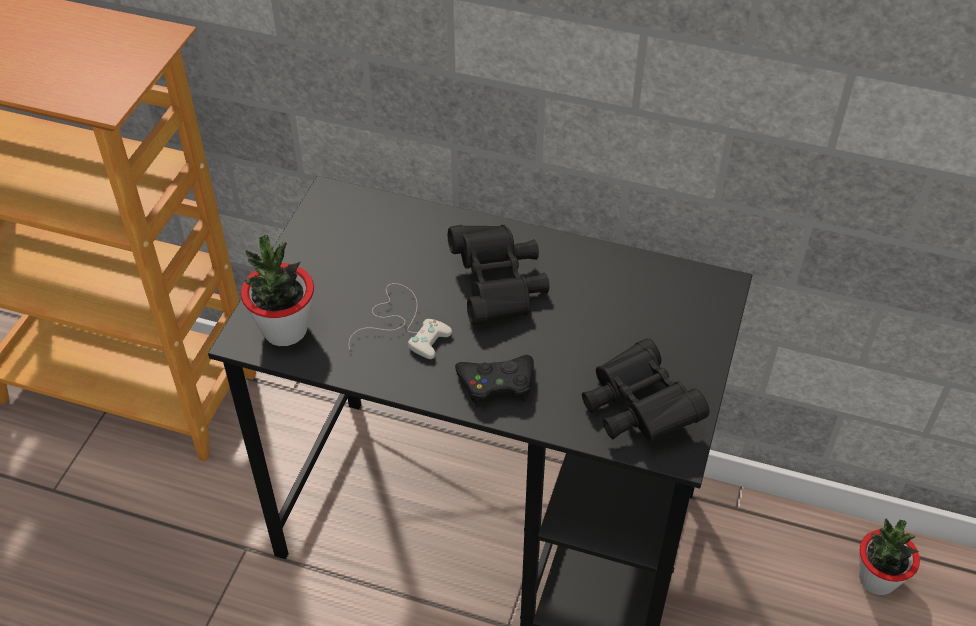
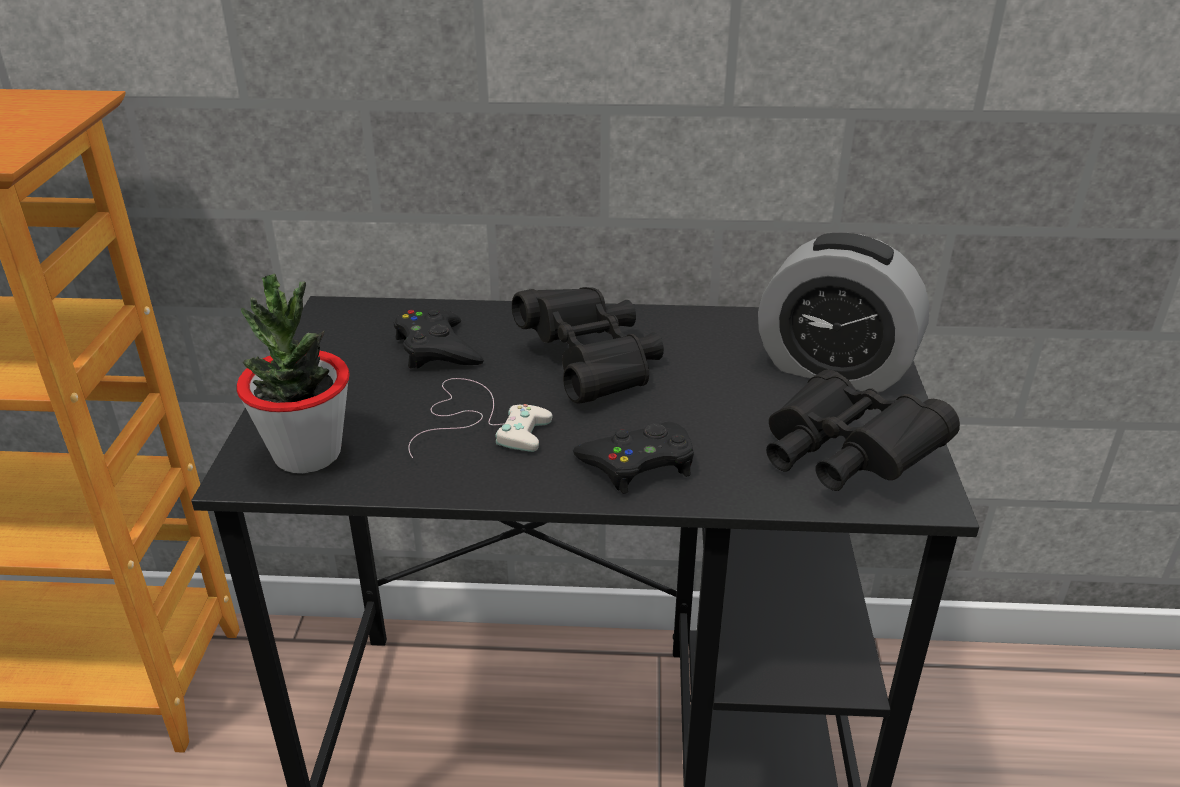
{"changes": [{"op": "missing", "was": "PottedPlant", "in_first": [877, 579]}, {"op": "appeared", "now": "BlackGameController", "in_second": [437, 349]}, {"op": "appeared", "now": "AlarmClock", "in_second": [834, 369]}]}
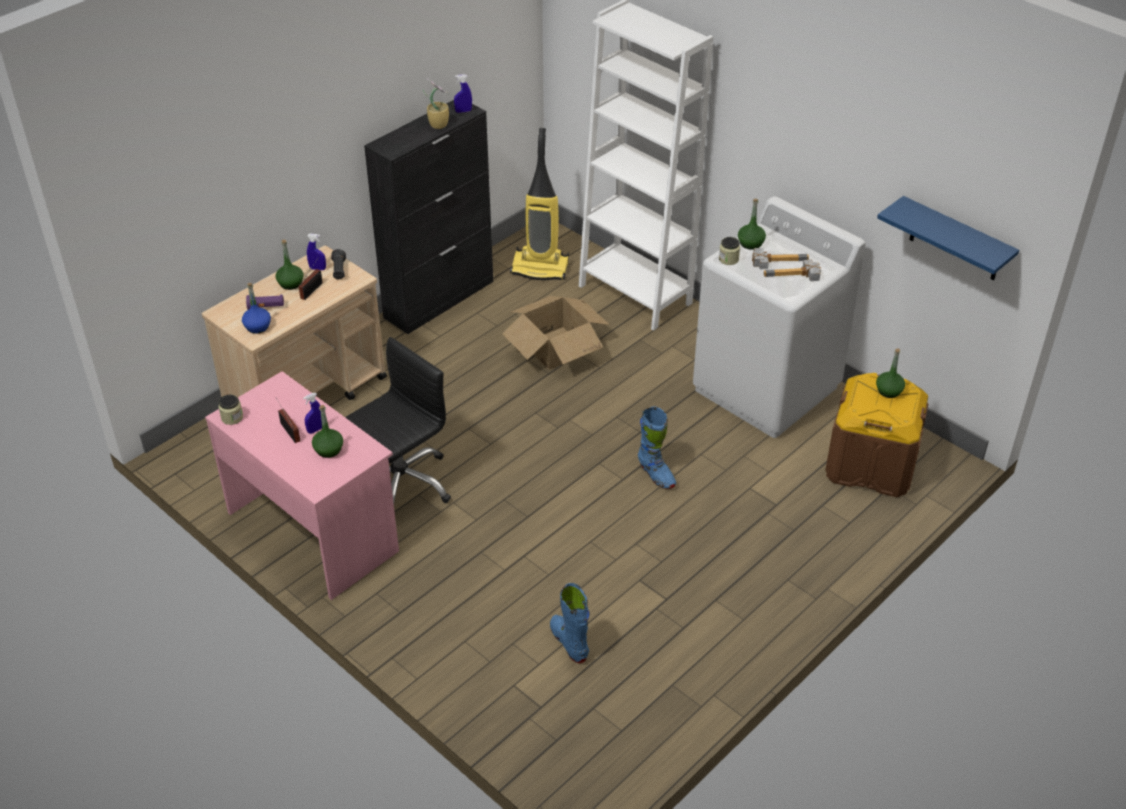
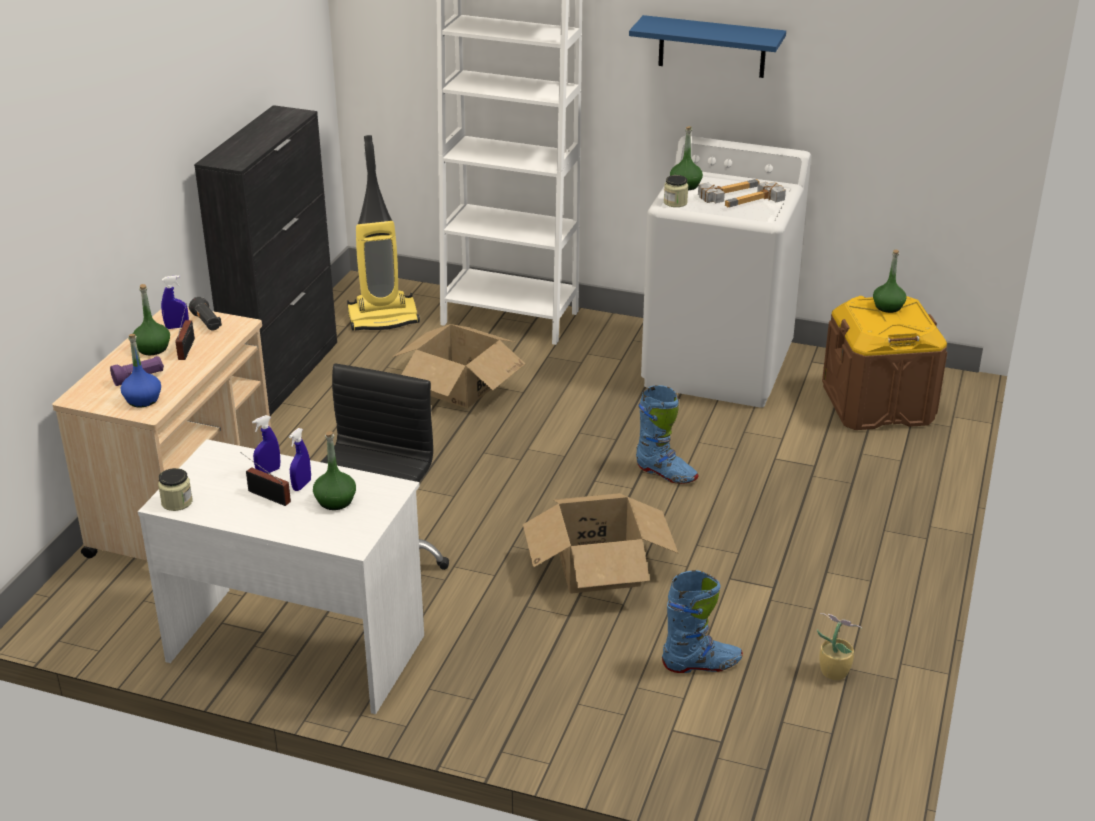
{"changes": [{"op": "appeared", "now": "CardboardBox", "in_second": [598, 567]}, {"op": "relocated", "was": "PottedPlant", "in_first": [438, 124], "in_second": [833, 671]}, {"op": "relocated", "was": "BlueSprayBottle", "in_first": [463, 111], "in_second": [268, 471]}, {"op": "relocated", "was": "BlueShelf", "in_first": [955, 240], "in_second": [712, 47]}, {"op": "colour", "was": "PinkDesk", "now": "WhiteDesk", "in_first": [313, 530], "in_second": [297, 646]}, {"op": "spun", "was": "BlueBoot", "in_first": [569, 642], "in_second": [701, 664], "clockwise": 135}]}
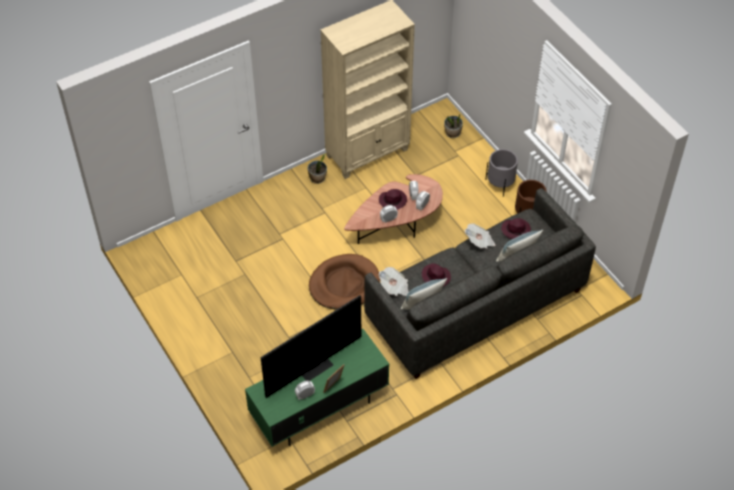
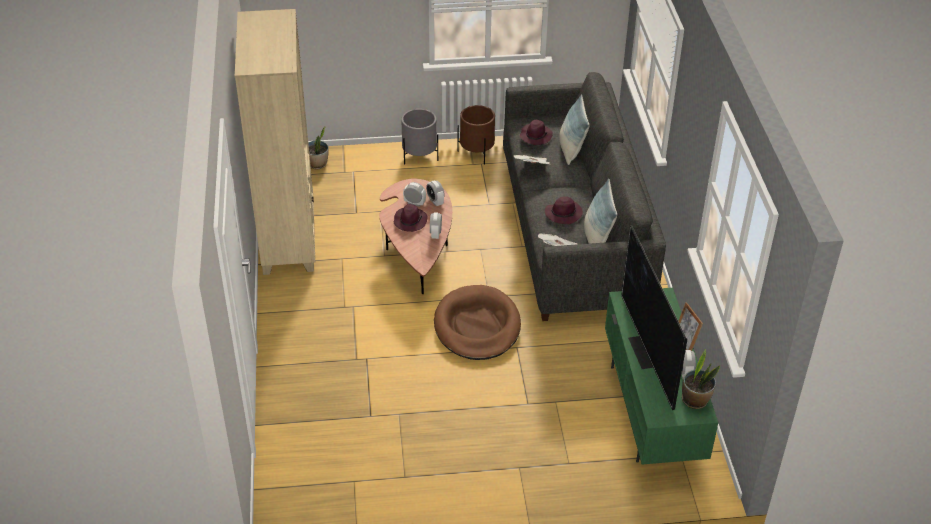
{"changes": [{"op": "relocated", "was": "PottedPlant", "in_first": [317, 178], "in_second": [695, 400]}]}
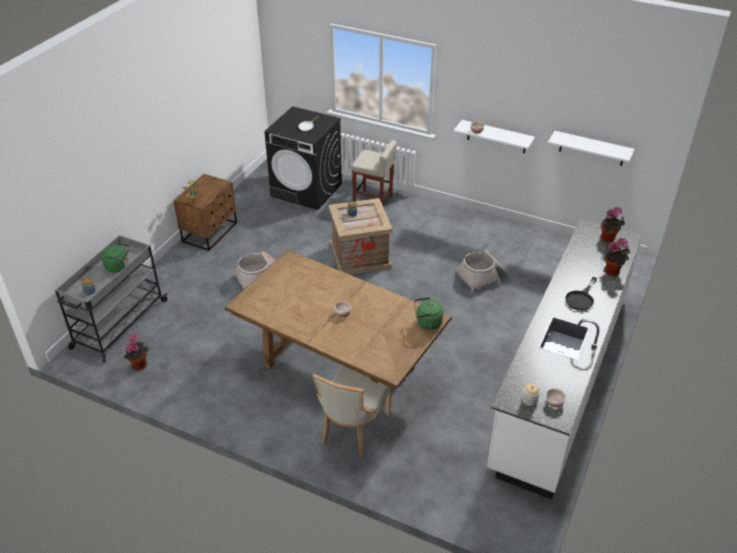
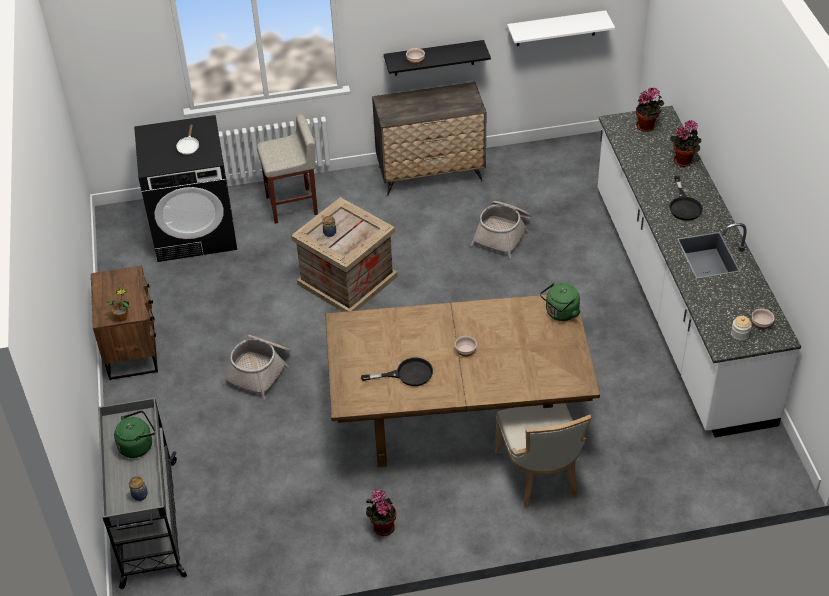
{"changes": [{"op": "appeared", "now": "BlackFryingPan", "in_second": [407, 374]}, {"op": "appeared", "now": "Dresser", "in_second": [431, 174]}, {"op": "relocated", "was": "PottedPlant", "in_first": [139, 364], "in_second": [382, 526]}, {"op": "colour", "was": "WhiteShelf", "now": "BlackShelf", "in_first": [496, 137], "in_second": [434, 58]}]}
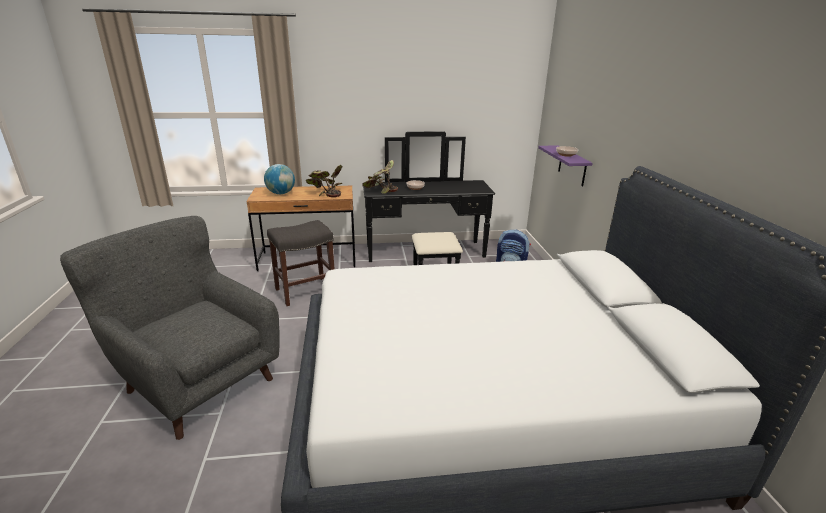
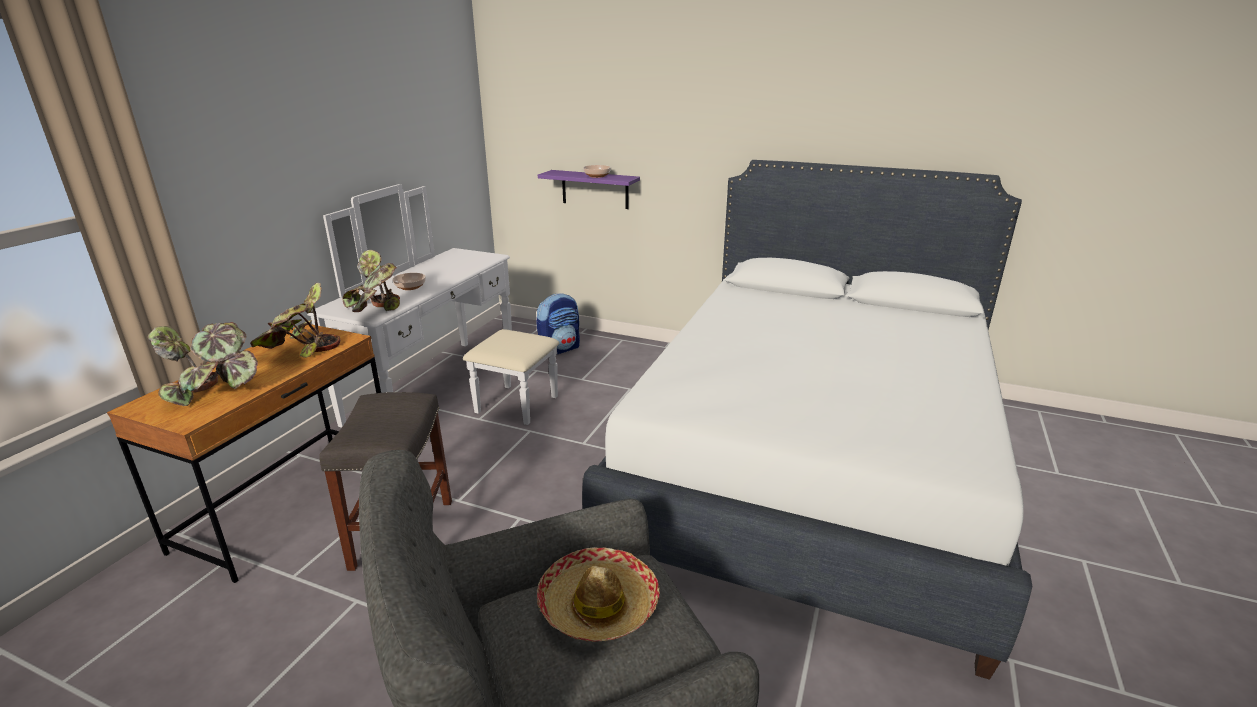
{"changes": [{"op": "appeared", "now": "Hat", "in_second": [598, 605]}, {"op": "exchanged", "was": "Globe", "now": "PottedPlant", "in_first": [281, 193], "in_second": [215, 389]}, {"op": "colour", "was": "BlackDresser", "now": "WhiteDresser", "in_first": [427, 257], "in_second": [453, 389]}]}
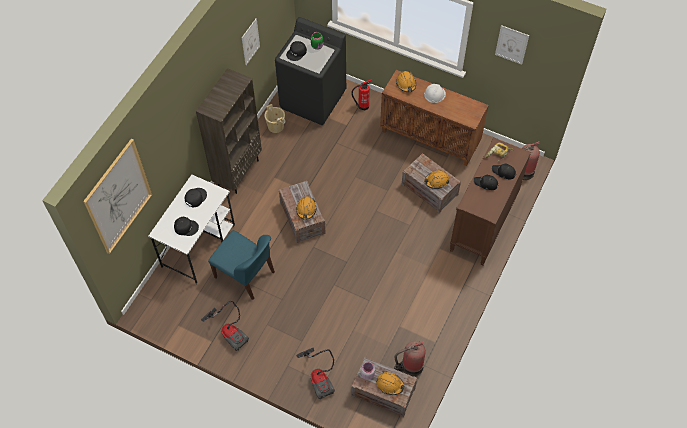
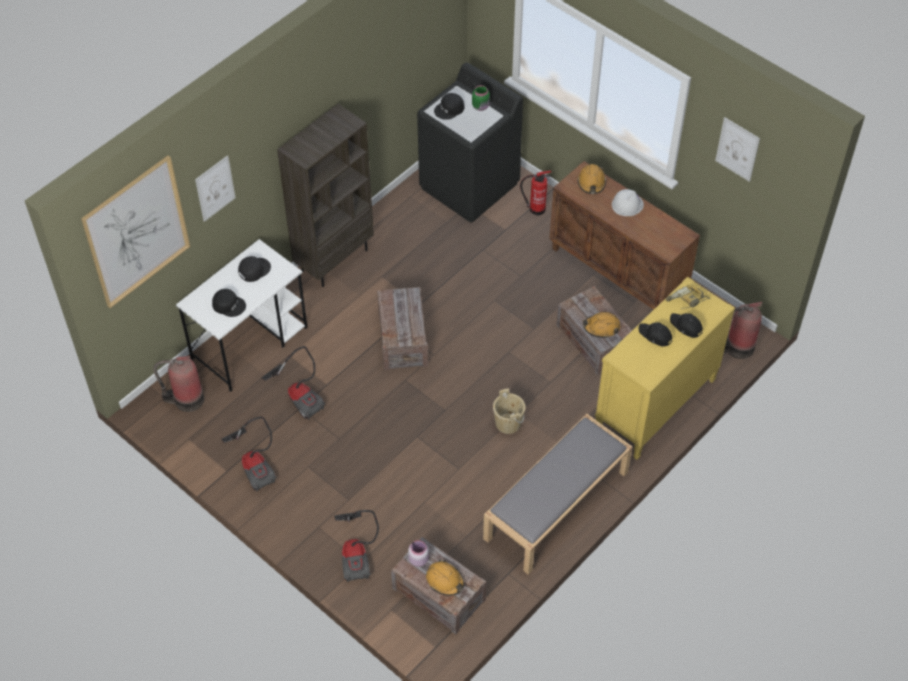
{"changes": [{"op": "missing", "was": "OrangeHardHat", "in_first": [306, 209]}, {"op": "appeared", "now": "GreyBench", "in_second": [556, 506]}, {"op": "relocated", "was": "Picture", "in_first": [250, 41], "in_second": [215, 188]}, {"op": "relocated", "was": "BeigeBucket", "in_first": [275, 126], "in_second": [508, 423]}, {"op": "relocated", "was": "FireExtinguisher", "in_first": [410, 366], "in_second": [186, 399]}, {"op": "exchanged", "was": "BlueChair", "now": "VacuumCleaner", "in_first": [245, 275], "in_second": [300, 396]}, {"op": "colour", "was": "BrownDresser", "now": "YellowDresser", "in_first": [483, 225], "in_second": [655, 405]}]}
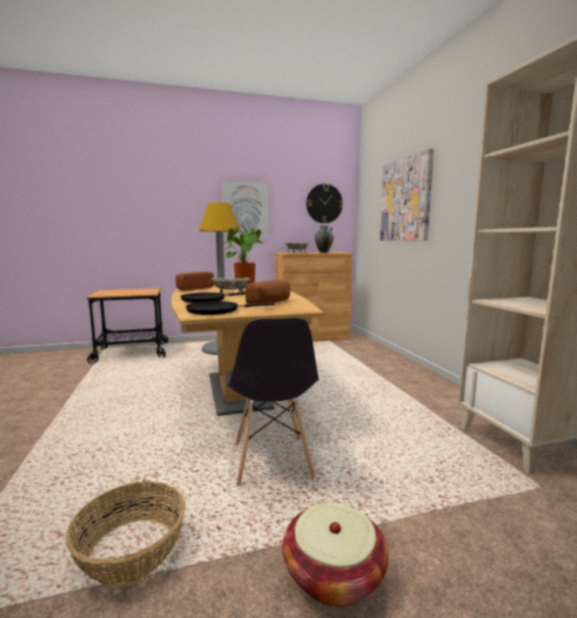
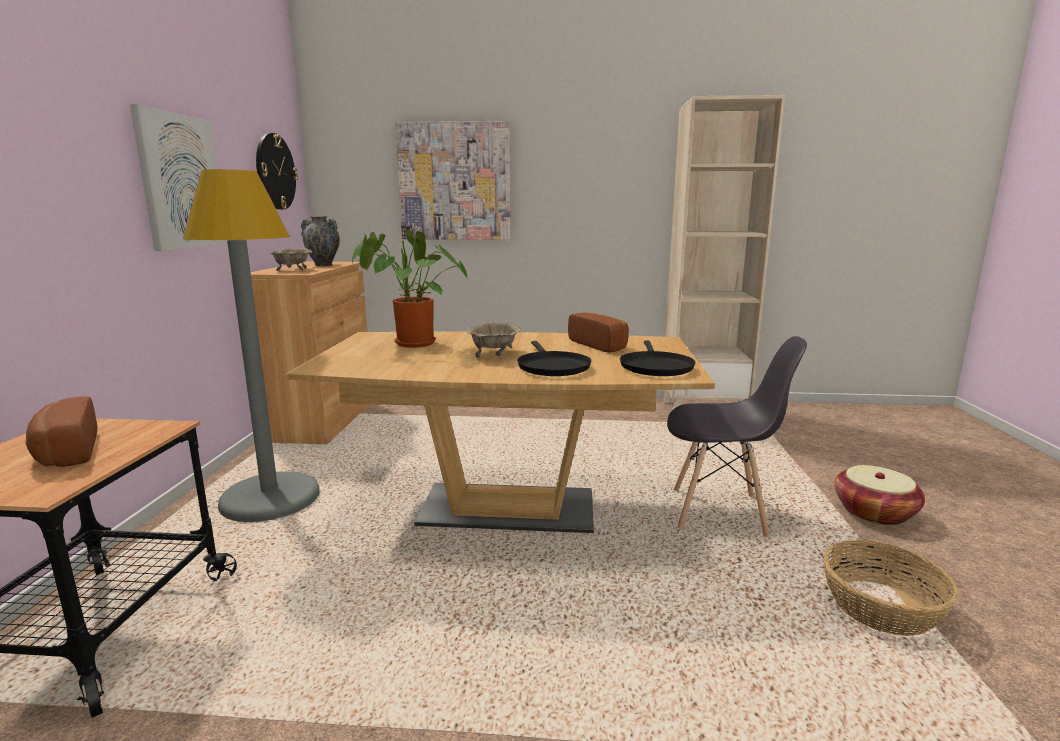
{"changes": [{"op": "relocated", "was": "Bread", "in_first": [193, 288], "in_second": [64, 452]}]}
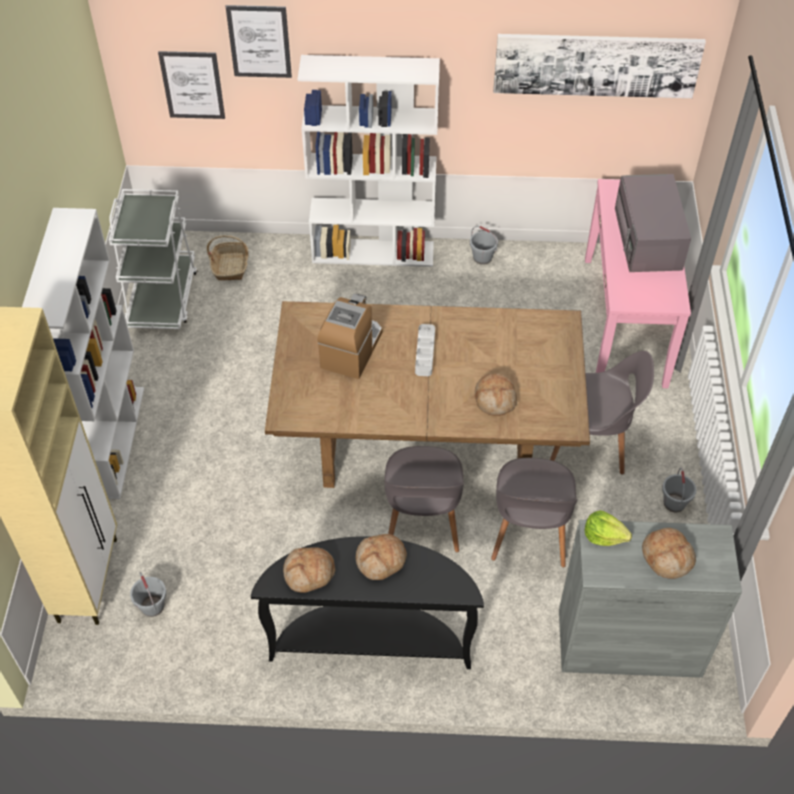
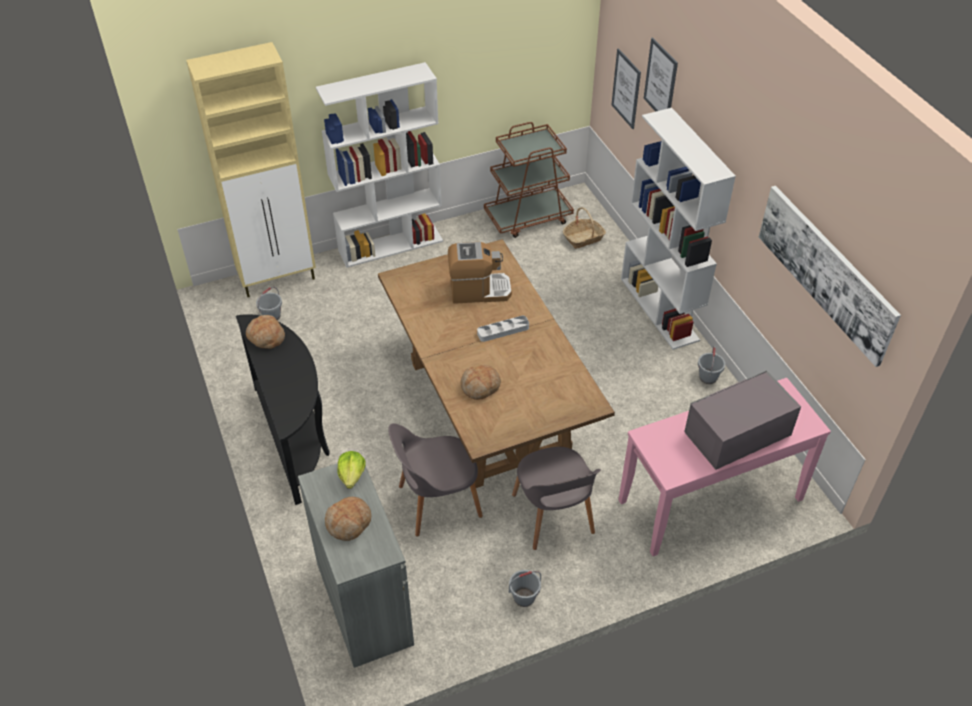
{"changes": [{"op": "missing", "was": "Bread", "in_first": [381, 561]}, {"op": "missing", "was": "GreyChair", "in_first": [422, 521]}, {"op": "colour", "was": "WhiteCart", "now": "BrownCart", "in_first": [163, 298], "in_second": [528, 217]}]}
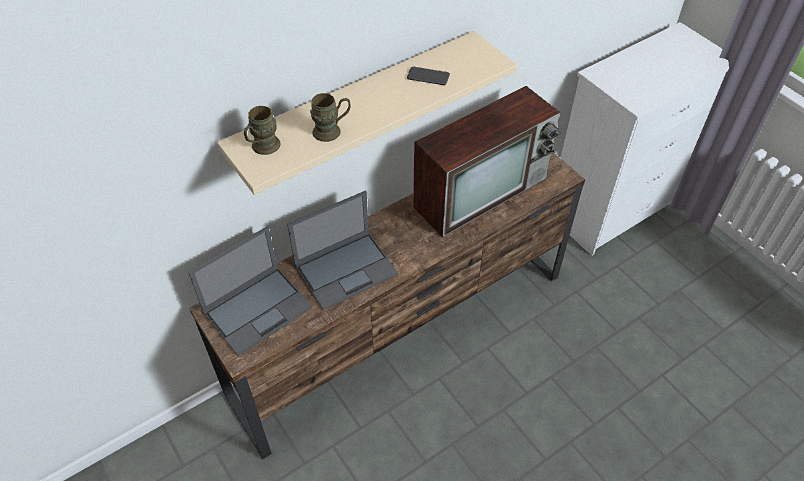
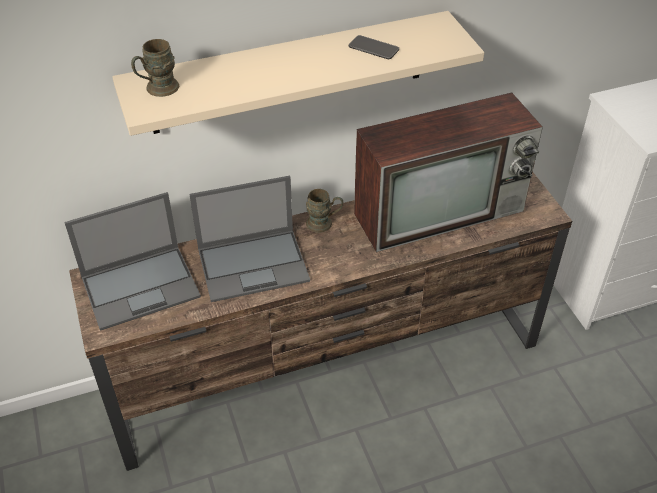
{"changes": [{"op": "relocated", "was": "BrownMug", "in_first": [332, 131], "in_second": [324, 223]}]}
